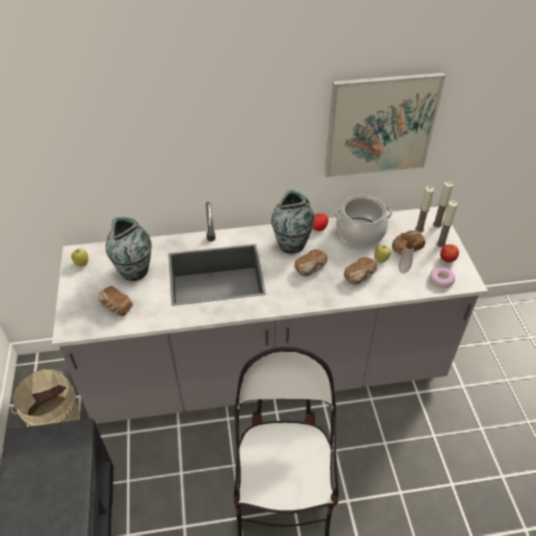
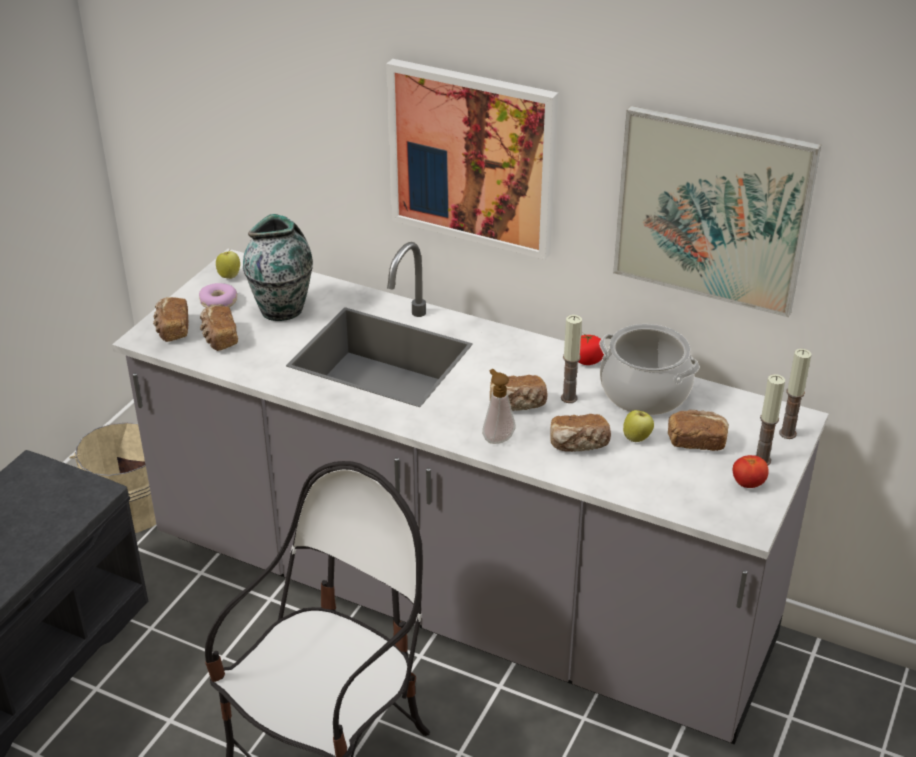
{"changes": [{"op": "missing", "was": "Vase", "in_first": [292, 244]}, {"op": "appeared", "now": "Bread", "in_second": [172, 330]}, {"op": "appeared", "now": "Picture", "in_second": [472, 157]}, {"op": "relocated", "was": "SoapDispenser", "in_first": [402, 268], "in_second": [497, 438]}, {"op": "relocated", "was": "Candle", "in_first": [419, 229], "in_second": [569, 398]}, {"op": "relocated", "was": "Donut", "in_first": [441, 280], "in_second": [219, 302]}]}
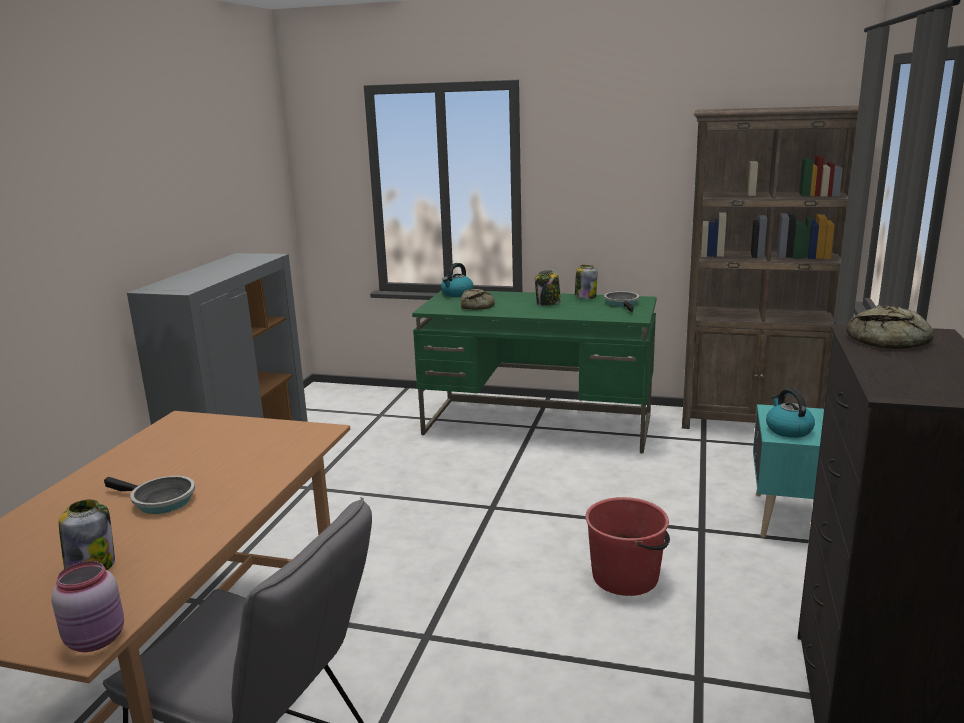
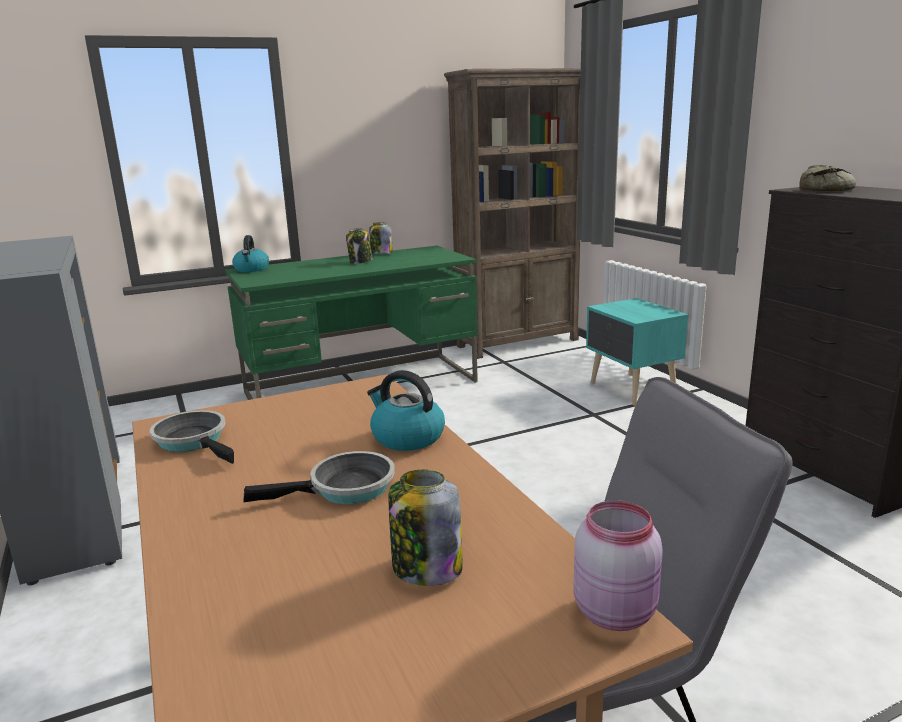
{"changes": [{"op": "missing", "was": "Bread", "in_first": [478, 305]}, {"op": "missing", "was": "RedBucket", "in_first": [626, 577]}, {"op": "relocated", "was": "FryingPan", "in_first": [622, 304], "in_second": [194, 441]}, {"op": "relocated", "was": "Kettle", "in_first": [788, 430], "in_second": [406, 437]}]}
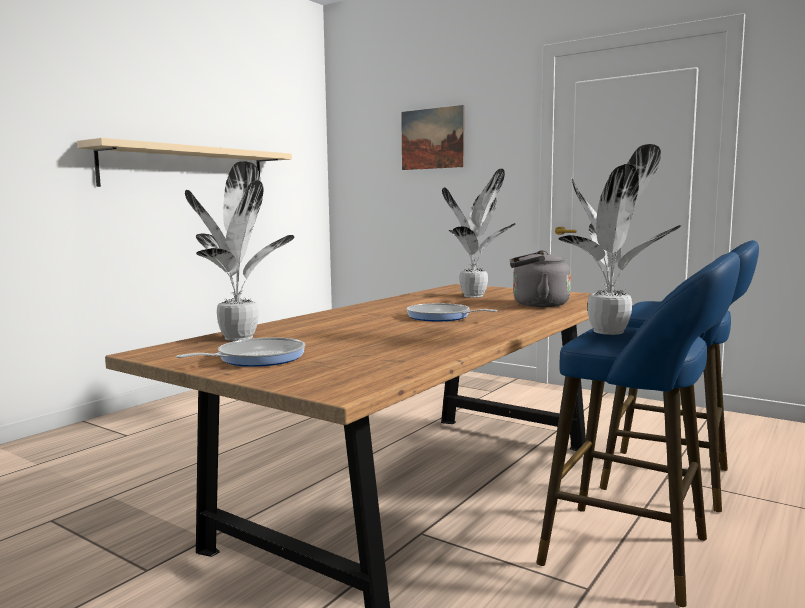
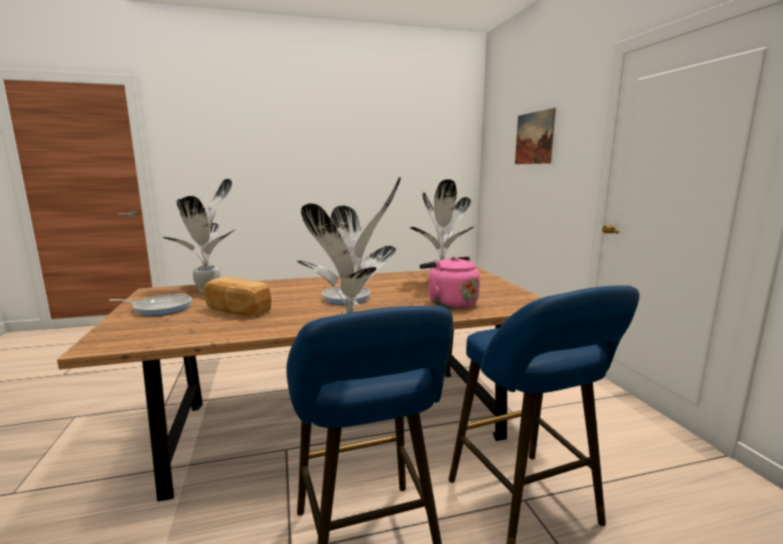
{"changes": [{"op": "missing", "was": "BeigeShelf", "in_first": [186, 168]}, {"op": "appeared", "now": "Bread", "in_second": [237, 310]}, {"op": "colour", "was": "GreyKettle", "now": "PinkKettle", "in_first": [536, 305], "in_second": [449, 303]}]}
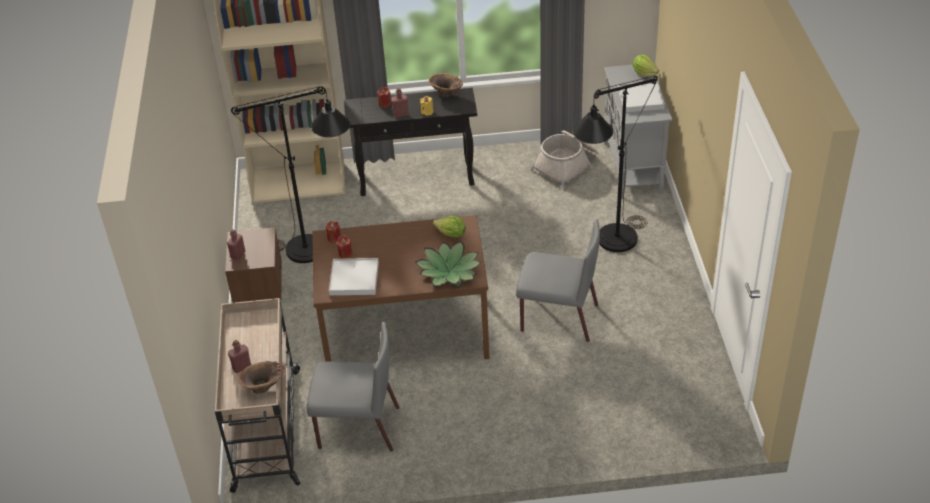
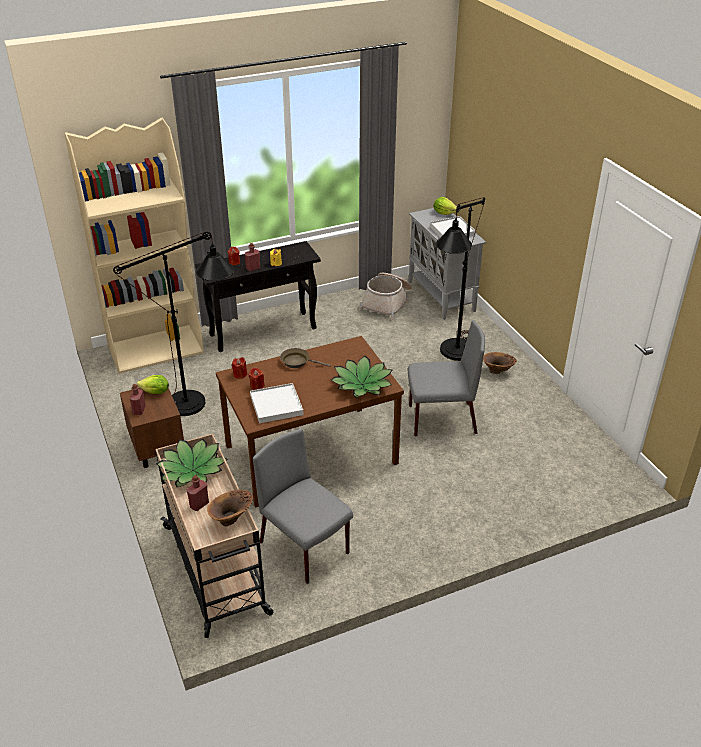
{"changes": [{"op": "appeared", "now": "PottedPlant", "in_second": [193, 470]}, {"op": "appeared", "now": "BrownFryingPan", "in_second": [298, 362]}, {"op": "relocated", "was": "BrownVase", "in_first": [446, 95], "in_second": [498, 372]}, {"op": "relocated", "was": "Lettuce", "in_first": [451, 234], "in_second": [155, 392]}, {"op": "spun", "was": "GreyChair", "in_first": [357, 428], "in_second": [305, 548], "clockwise": -120}]}
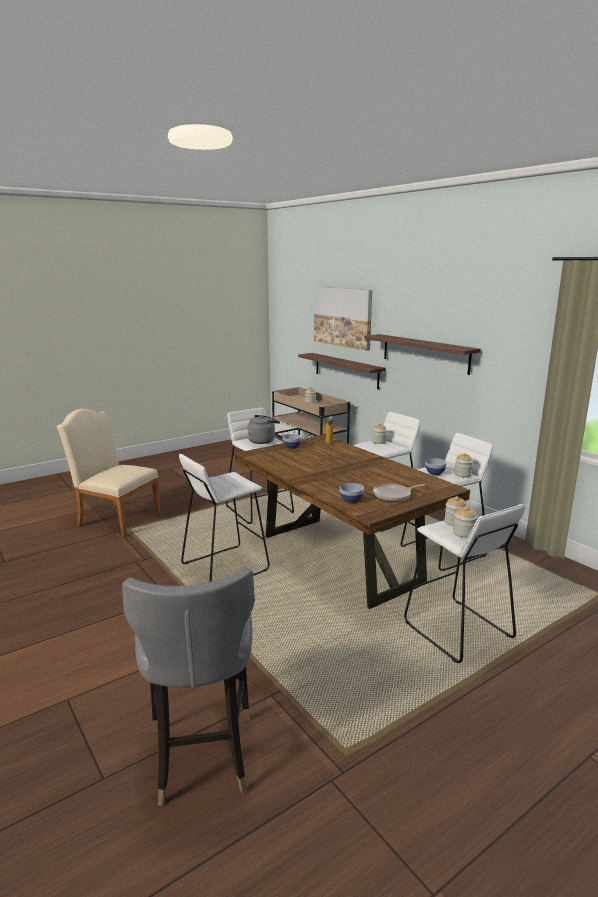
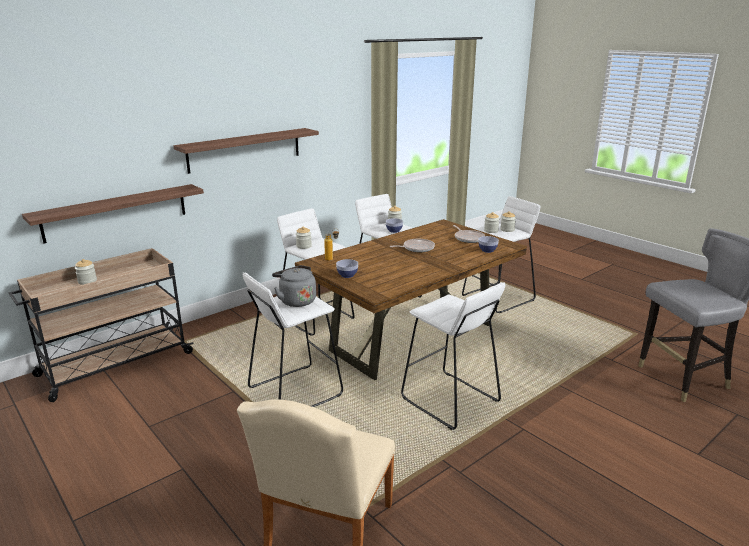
{"changes": [{"op": "missing", "was": "Picture", "in_first": [342, 317]}, {"op": "appeared", "now": "FryingPan", "in_second": [417, 248]}]}
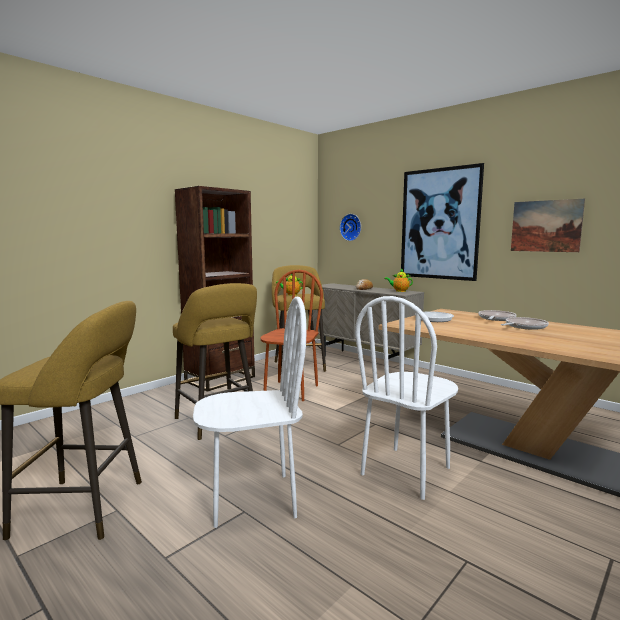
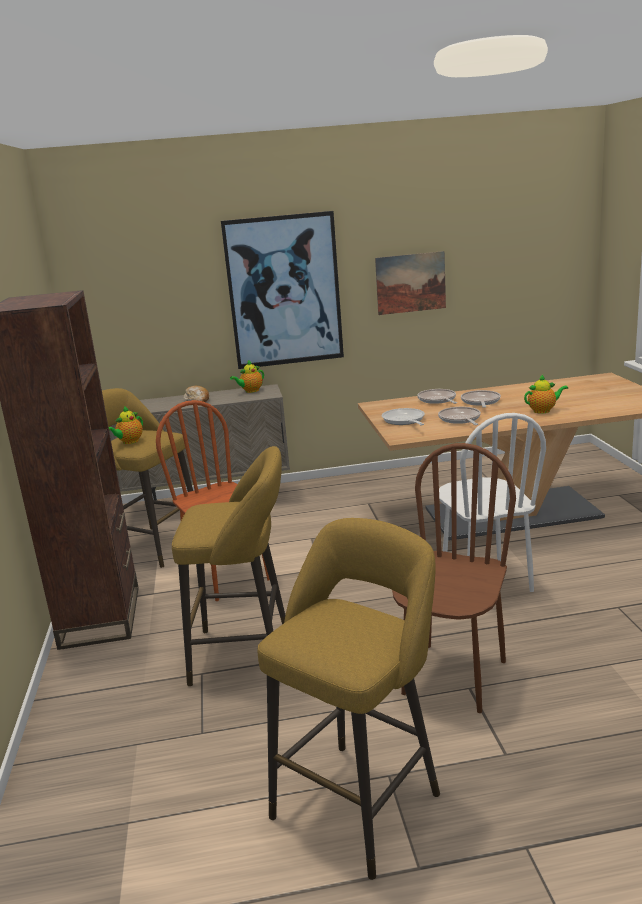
{"changes": [{"op": "missing", "was": "WallClock", "in_first": [351, 227]}, {"op": "appeared", "now": "FryingPan", "in_second": [460, 419]}, {"op": "appeared", "now": "Teapot", "in_second": [543, 410]}, {"op": "colour", "was": "WhiteChair", "now": "BrownChair", "in_first": [253, 499], "in_second": [453, 677]}]}
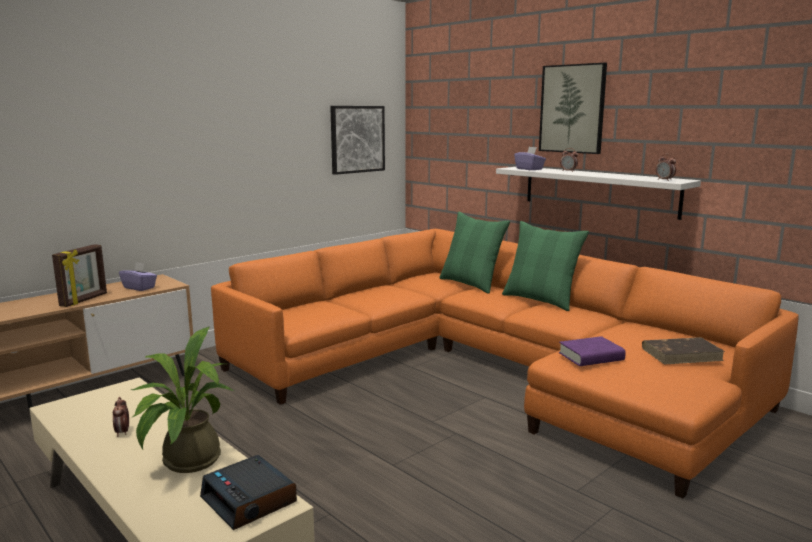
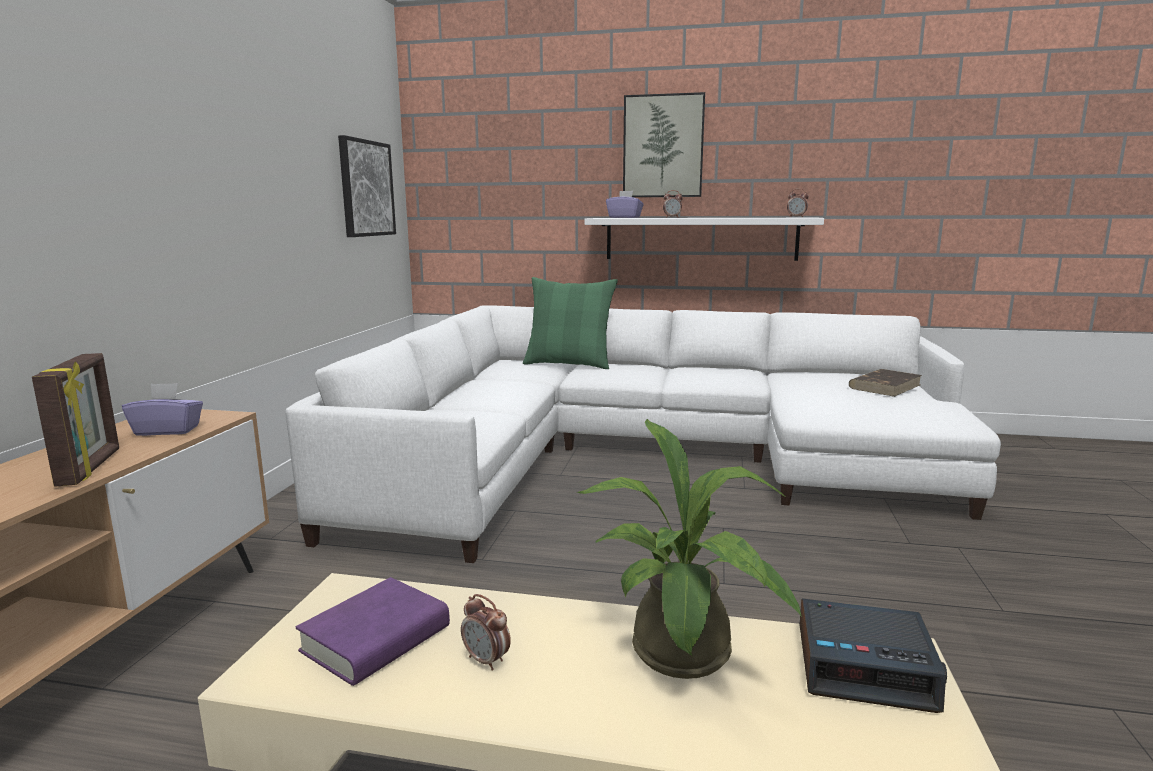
{"changes": [{"op": "missing", "was": "GreenPillow", "in_first": [540, 300]}, {"op": "relocated", "was": "PurpleBook", "in_first": [591, 357], "in_second": [376, 639]}, {"op": "colour", "was": "OrangeSofa", "now": "WhiteSofa", "in_first": [489, 370], "in_second": [643, 457]}]}
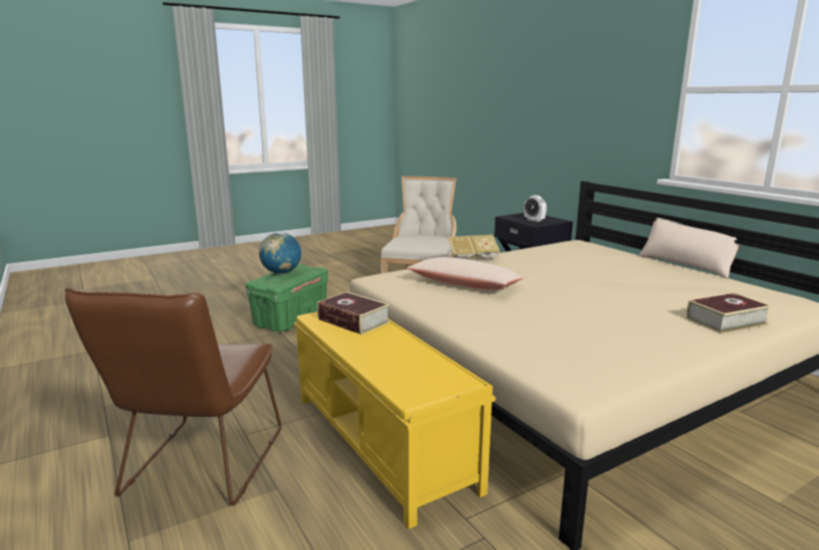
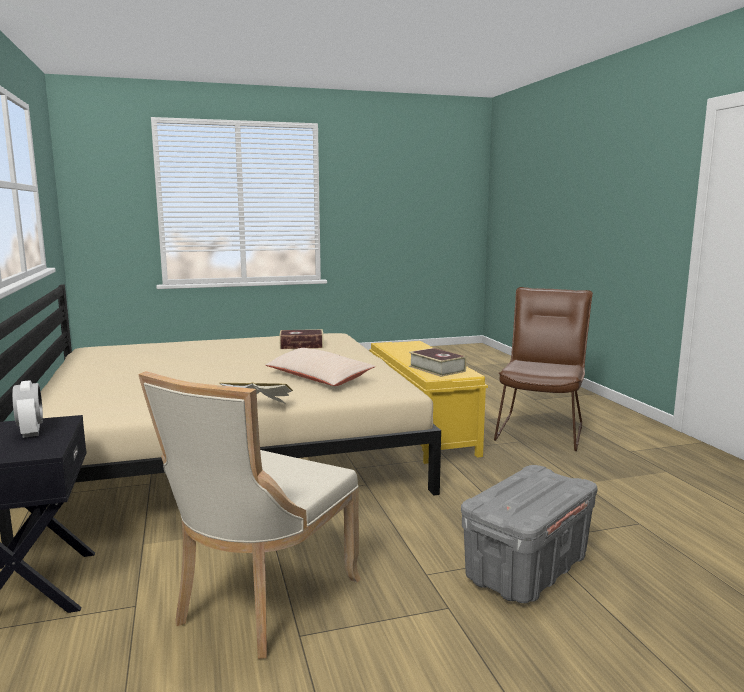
{"changes": [{"op": "missing", "was": "Globe", "in_first": [281, 273]}, {"op": "missing", "was": "BeigePillow", "in_first": [686, 265]}, {"op": "relocated", "was": "Book", "in_first": [726, 321], "in_second": [301, 345]}, {"op": "colour", "was": "GreenStorageBox", "now": "GreyStorageBox", "in_first": [291, 319], "in_second": [527, 569]}]}
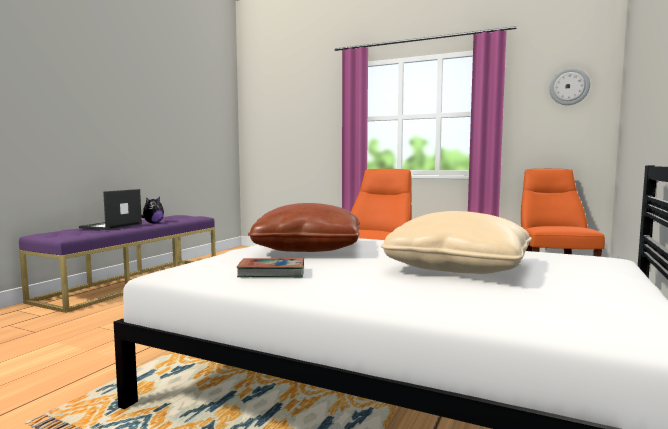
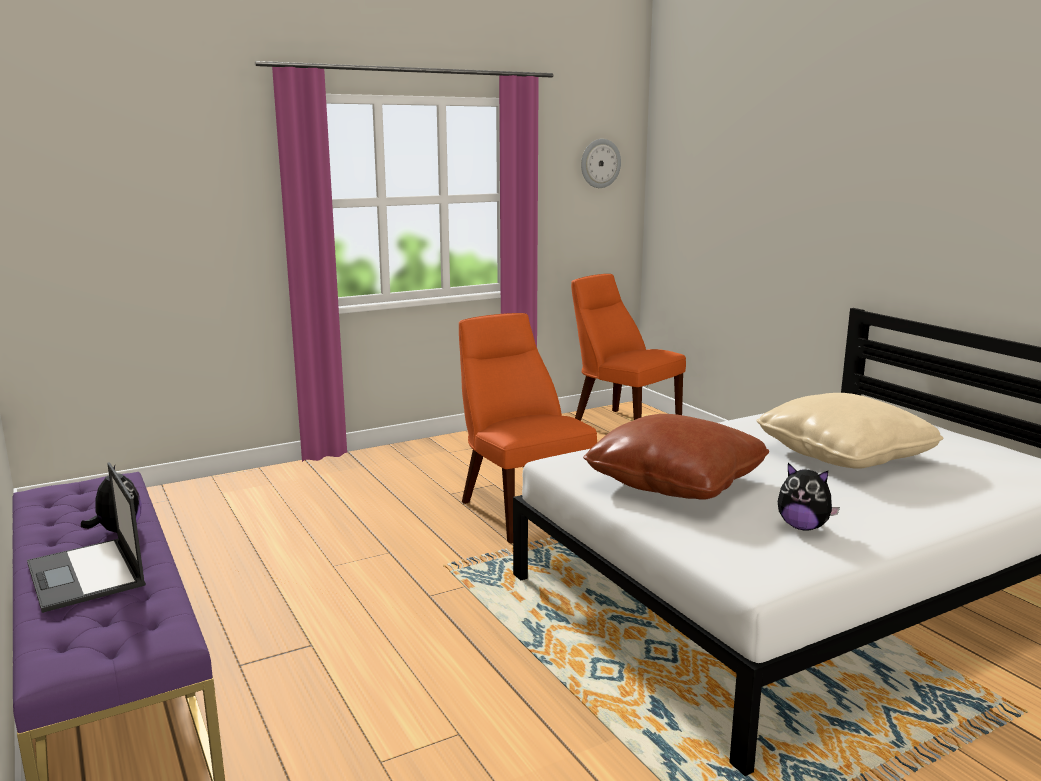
{"changes": [{"op": "exchanged", "was": "Book", "now": "PlushToy", "in_first": [272, 272], "in_second": [803, 527]}]}
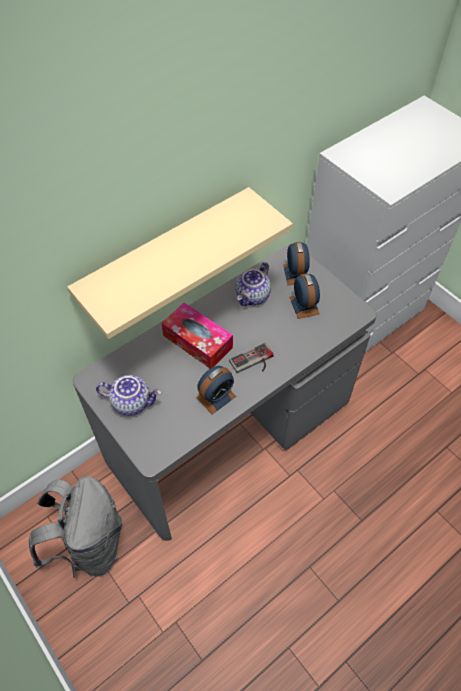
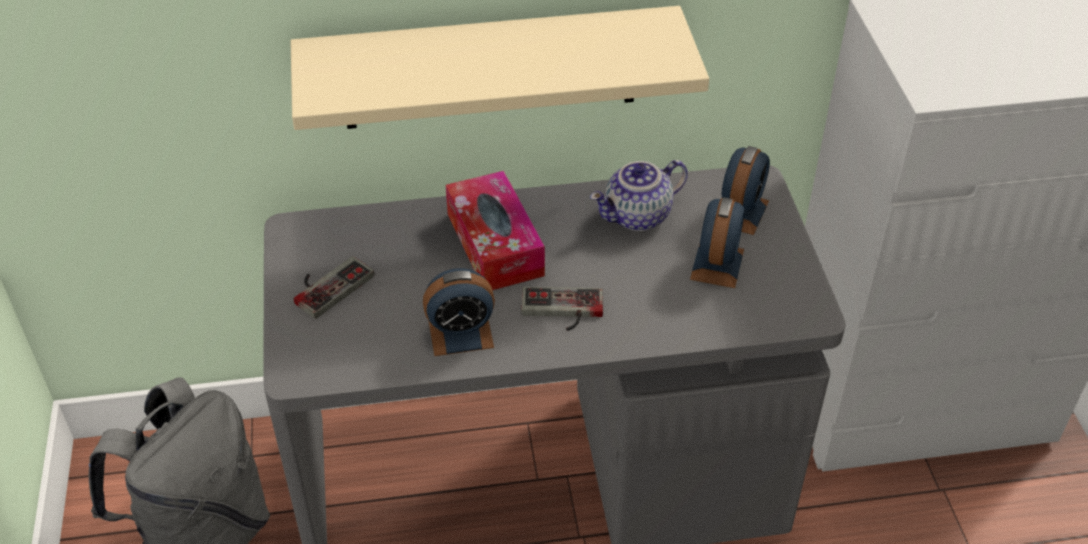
{"changes": [{"op": "exchanged", "was": "Teapot", "now": "GameController", "in_first": [132, 402], "in_second": [328, 284]}]}
